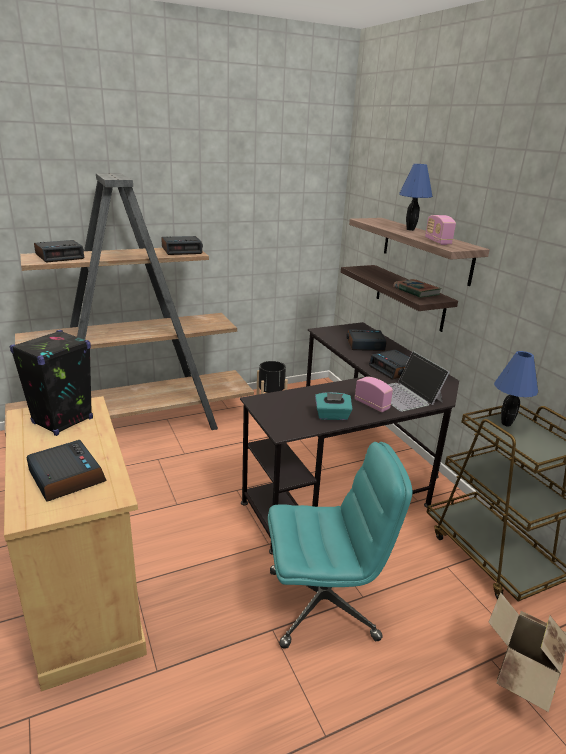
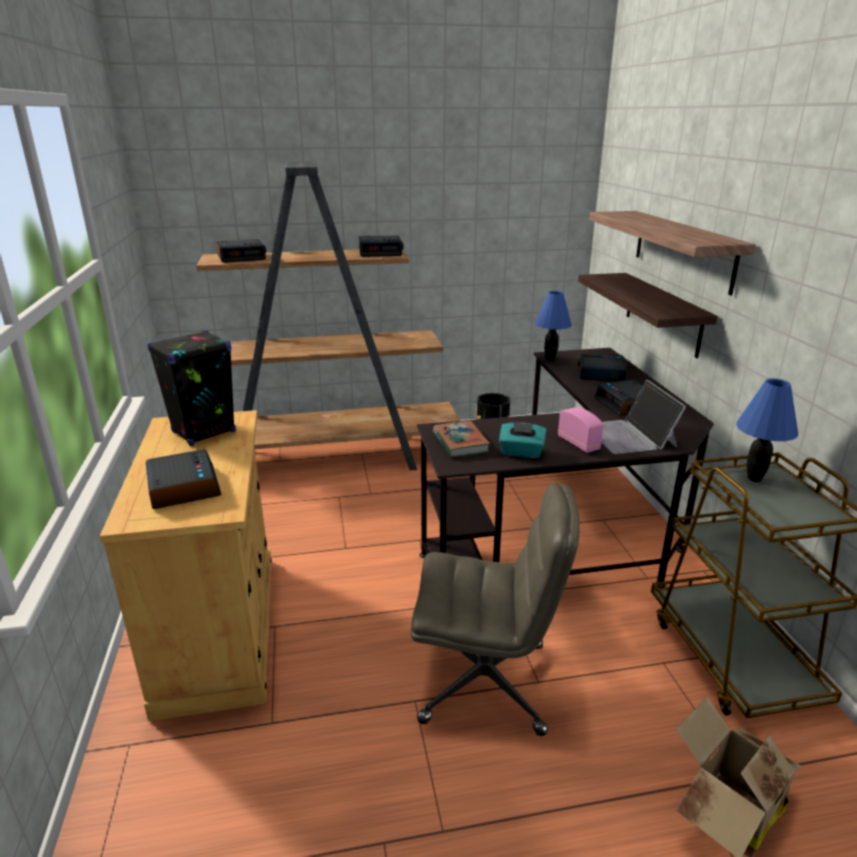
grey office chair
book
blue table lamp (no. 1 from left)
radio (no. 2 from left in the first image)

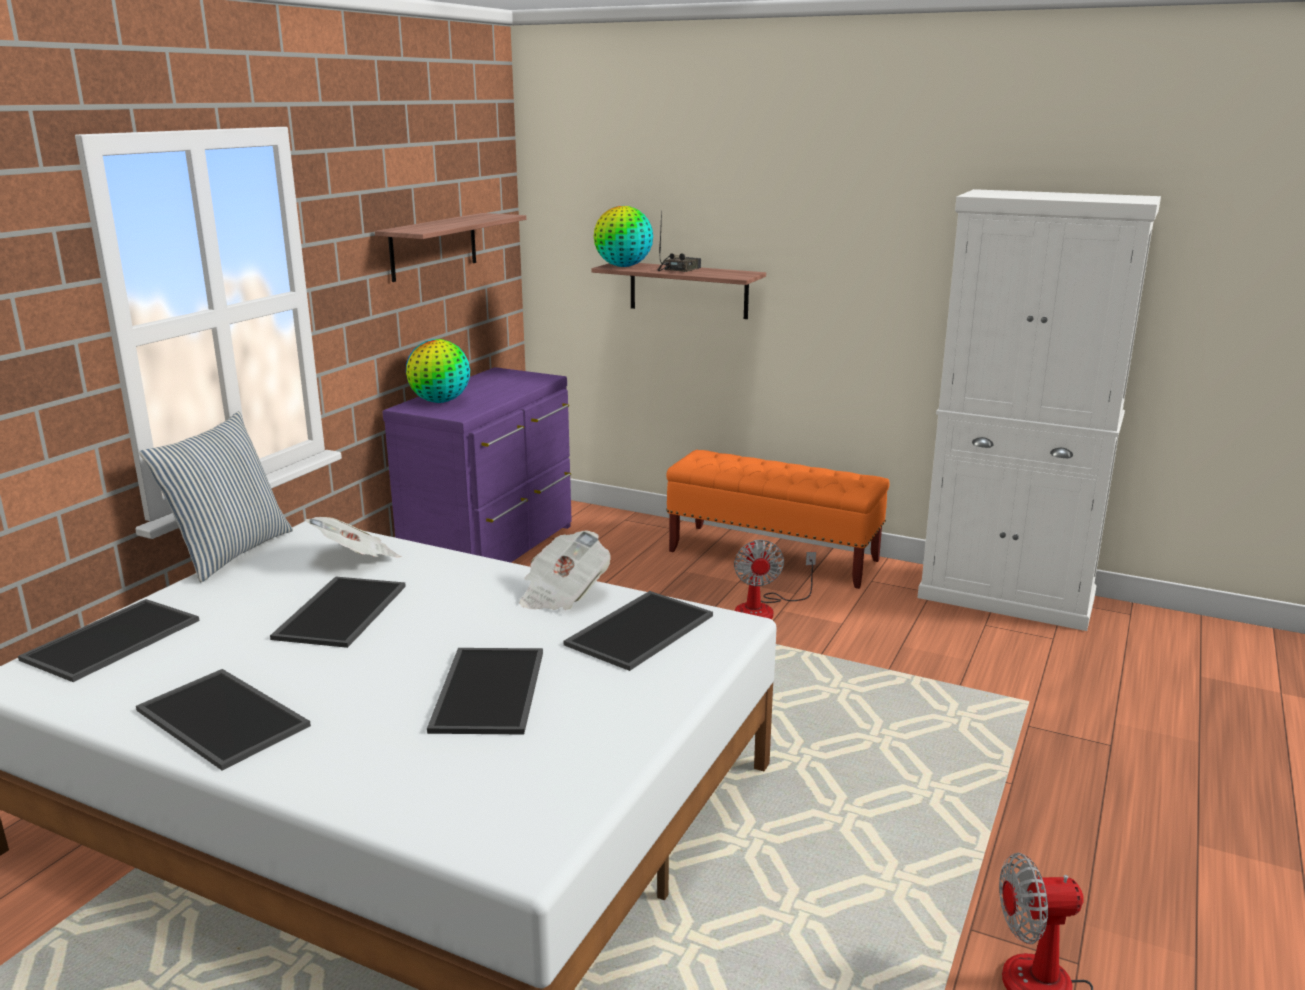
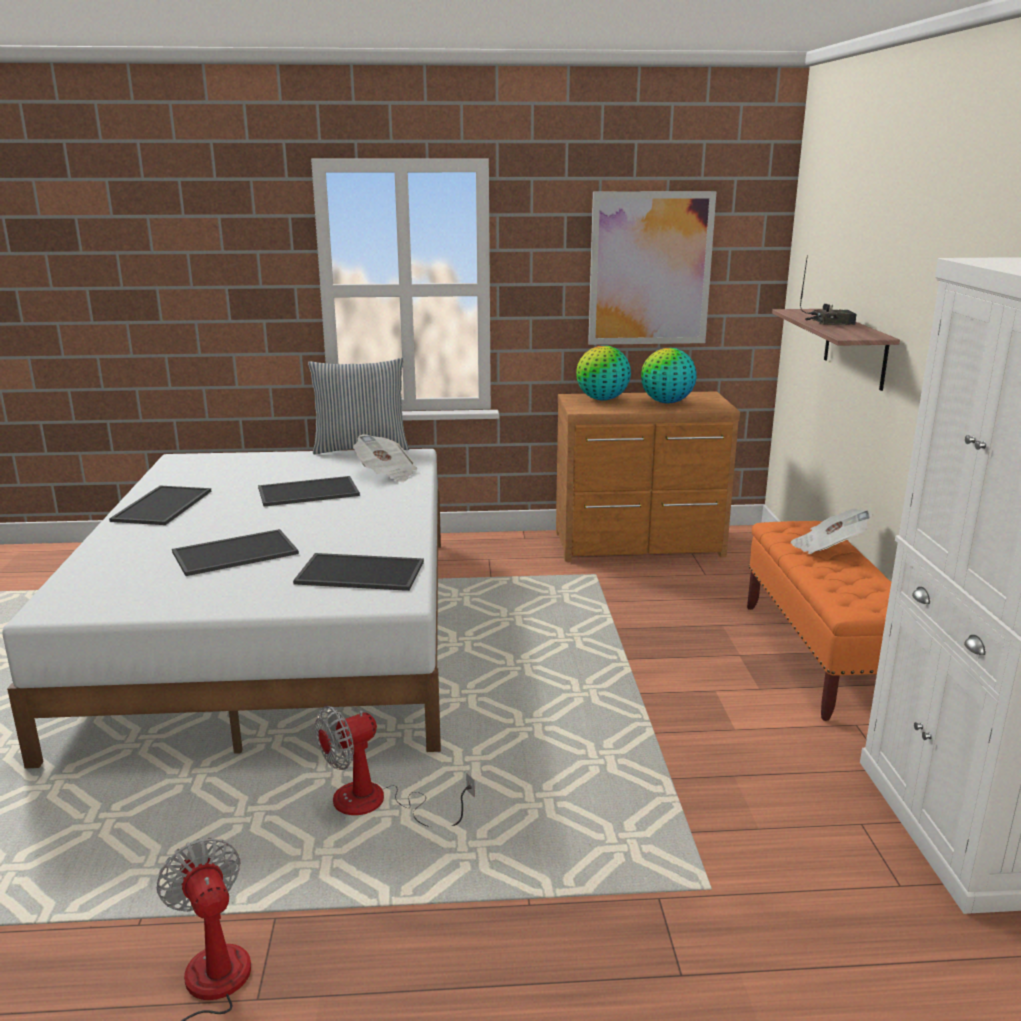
fan (no. 2 from left)
brown dresser
picture
globe (no. 2 from left)
newspaper (no. 2 from left)
tray (no. 1 from left in the first image)

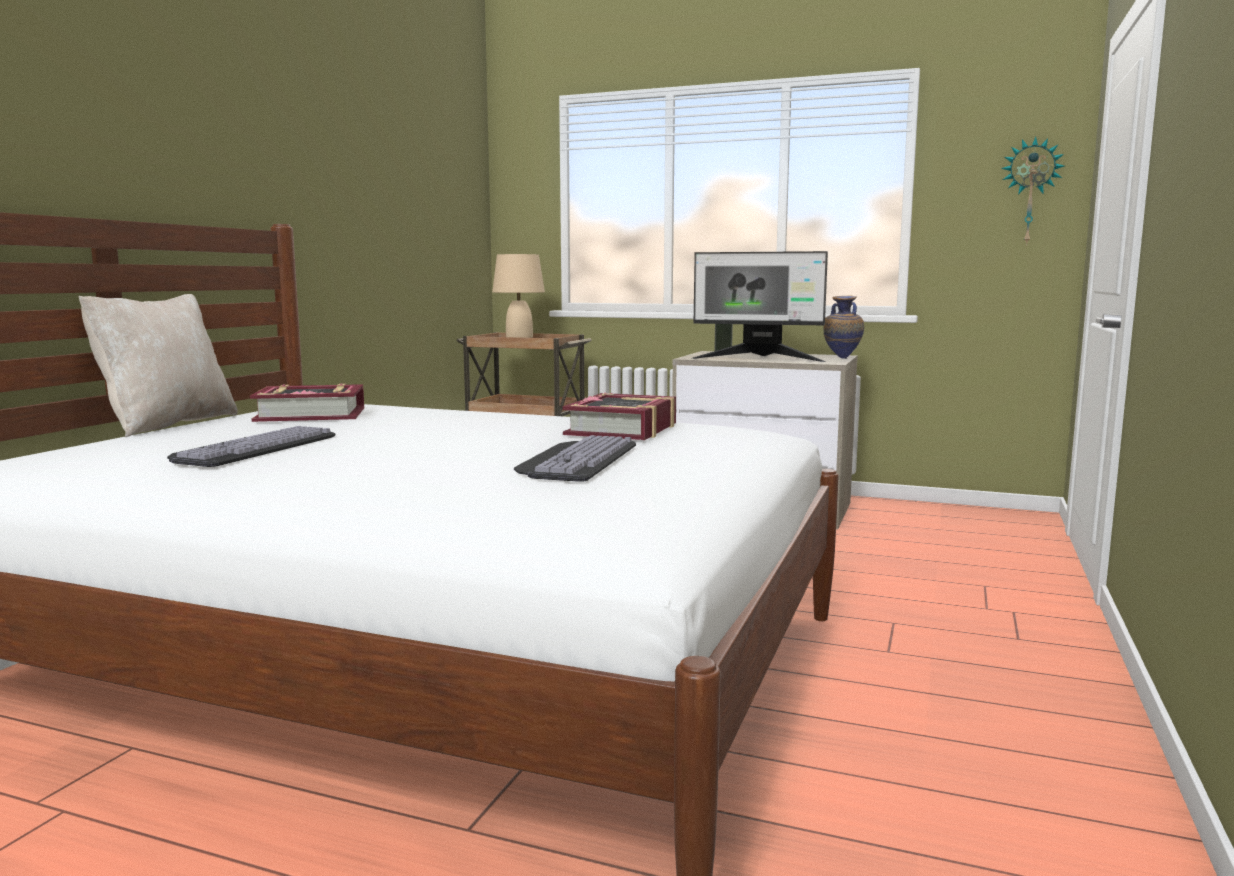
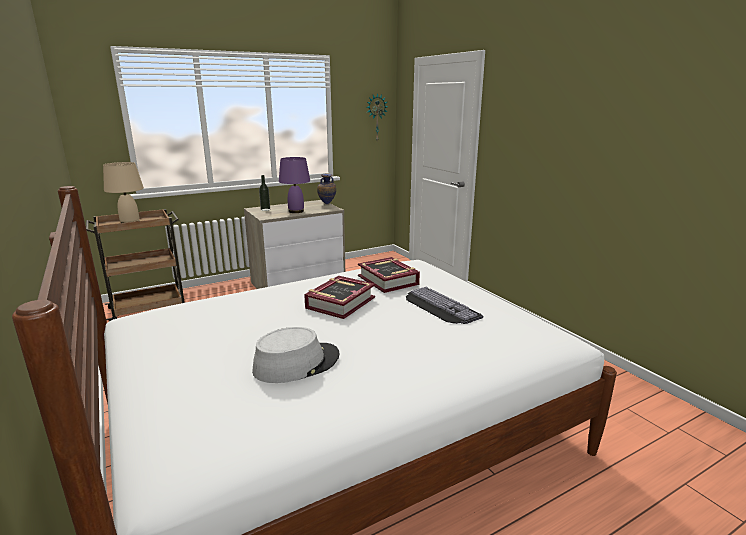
grey hat
purple table lamp
book (no. 1 from left)
beige pillow

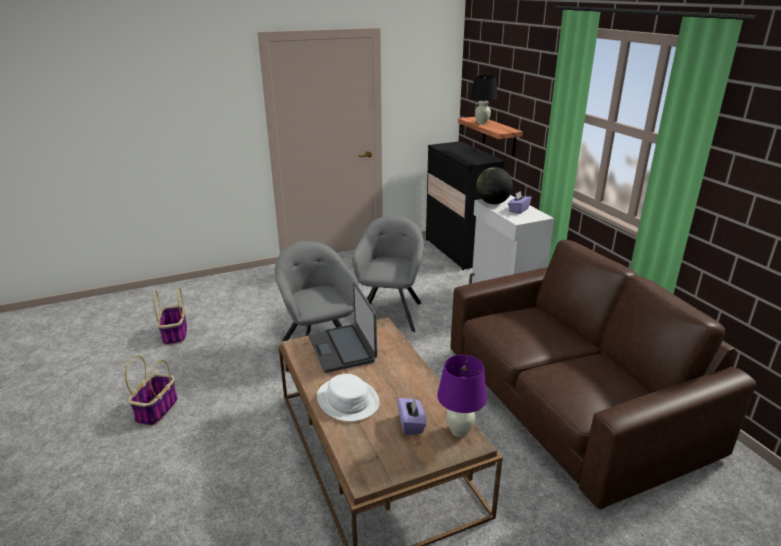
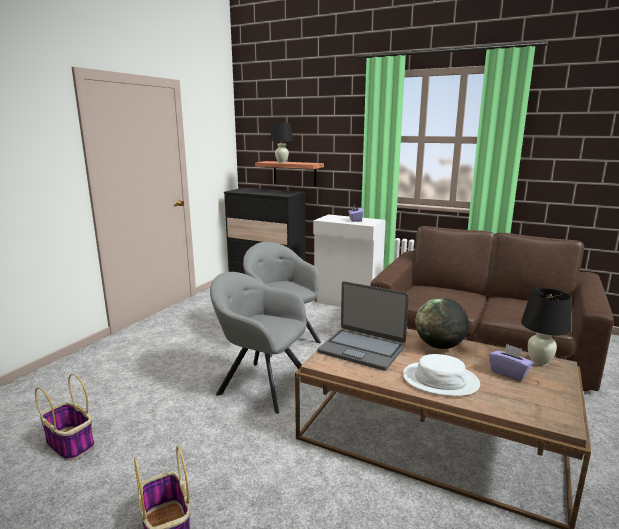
globe
black table lamp (no. 2 from left)

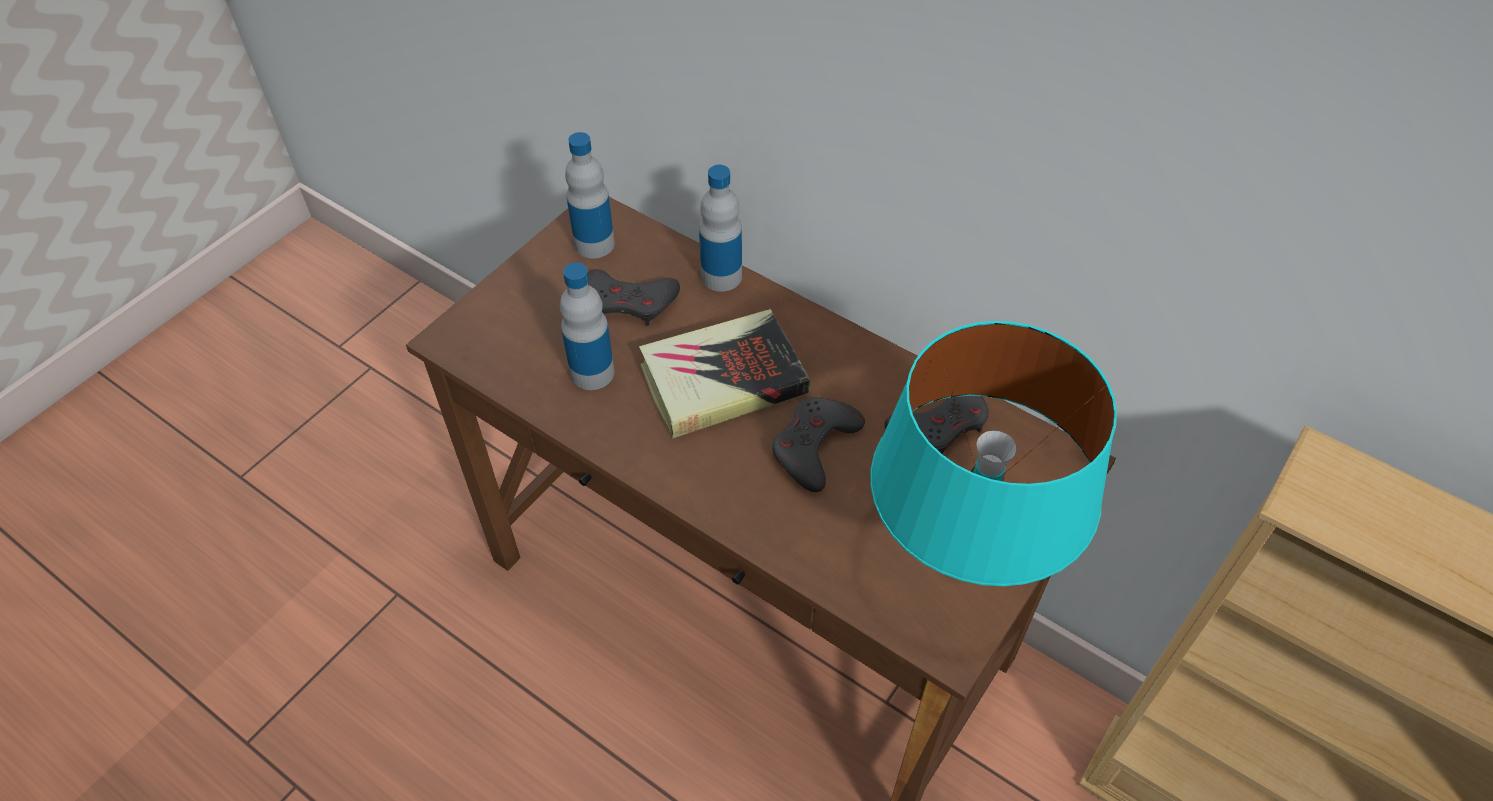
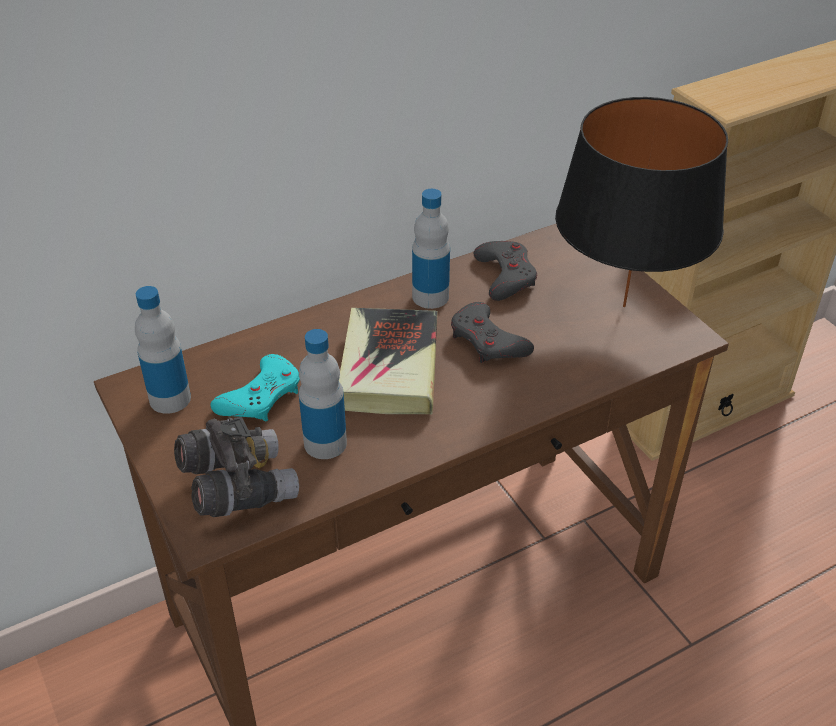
grey binoculars
turquoise game controller
bottle (no. 3 from left)
black table lamp

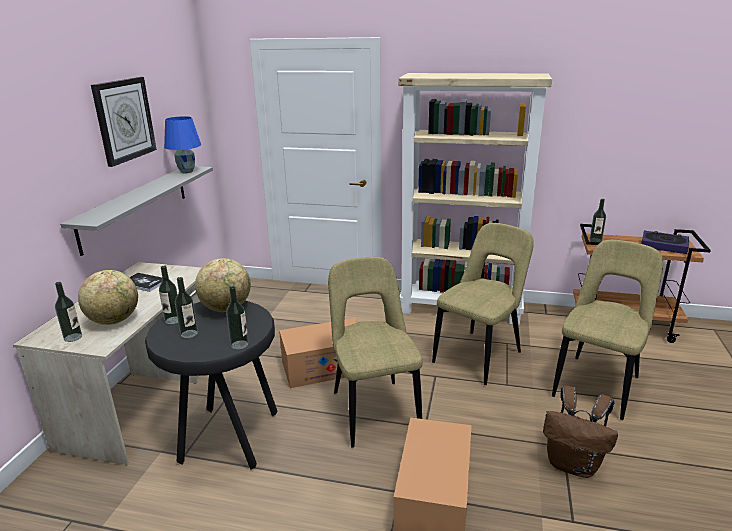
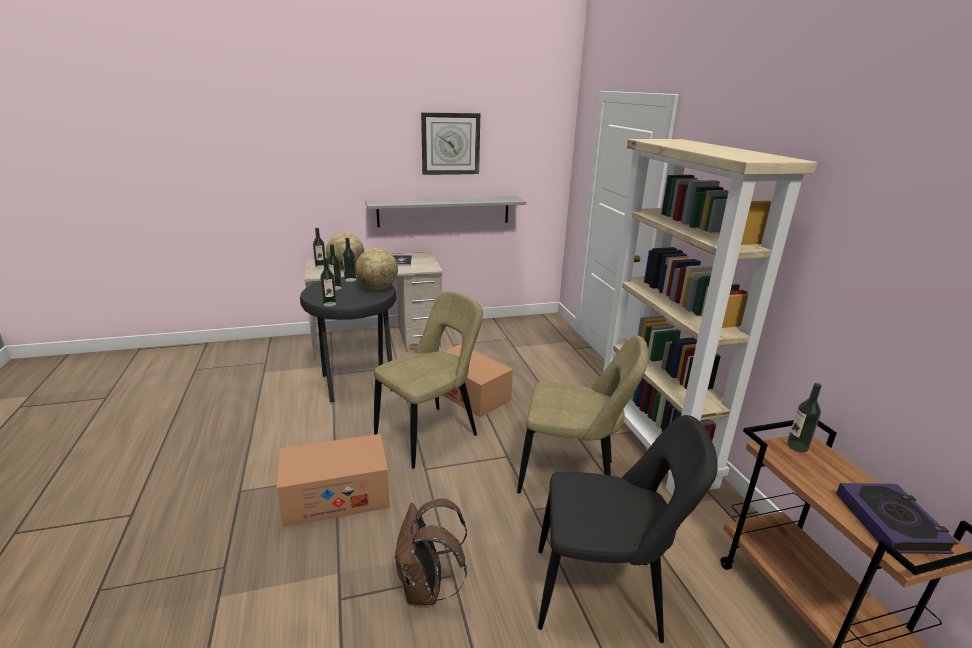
black chair
blue table lamp

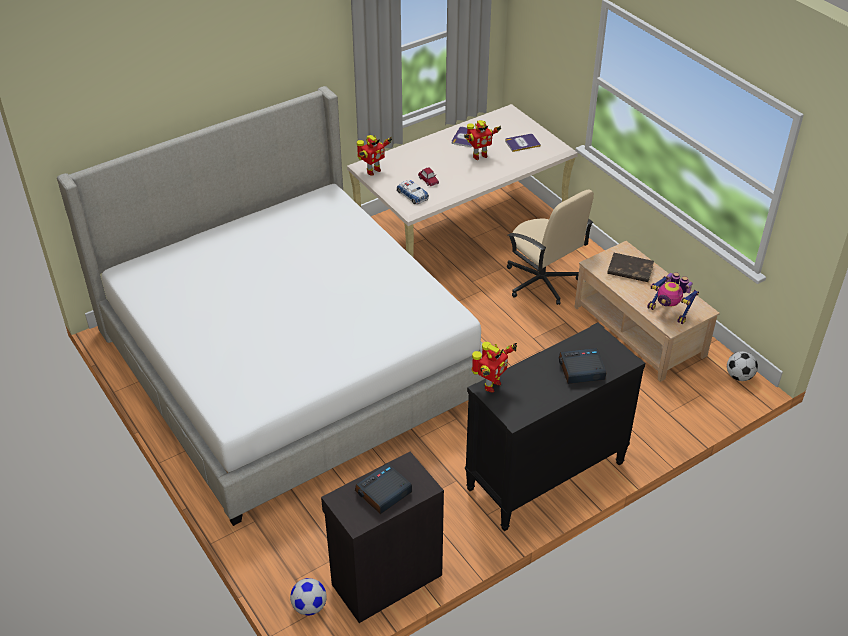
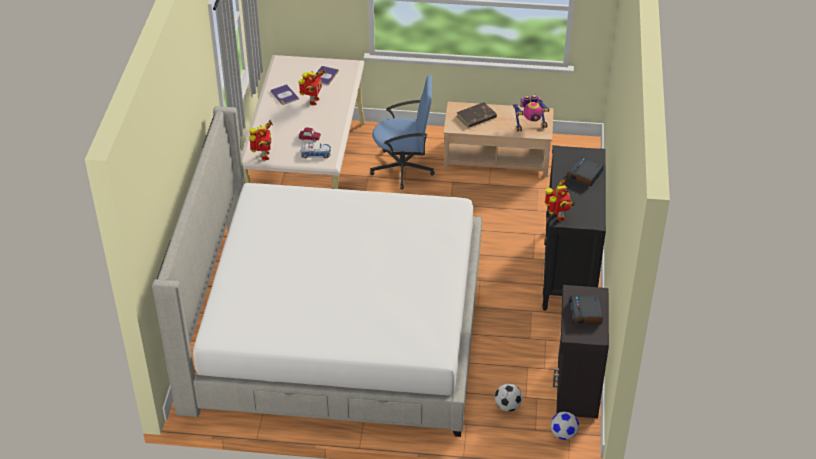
blue office chair
football (no. 1 from left)

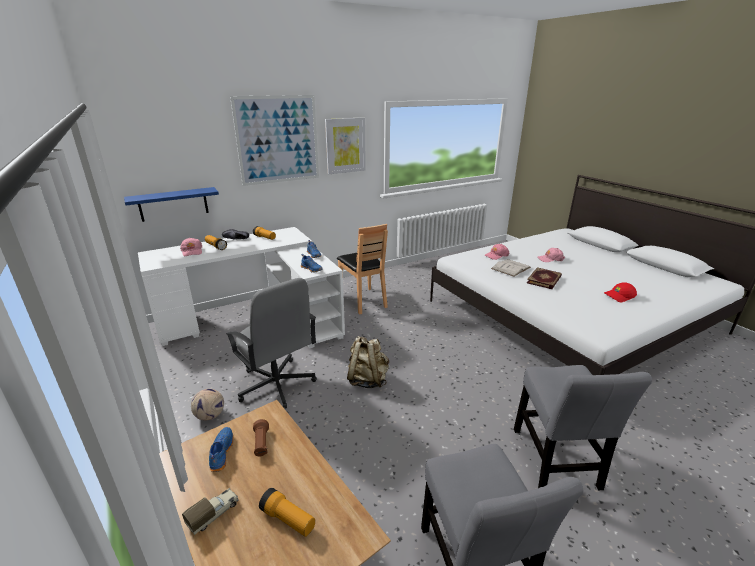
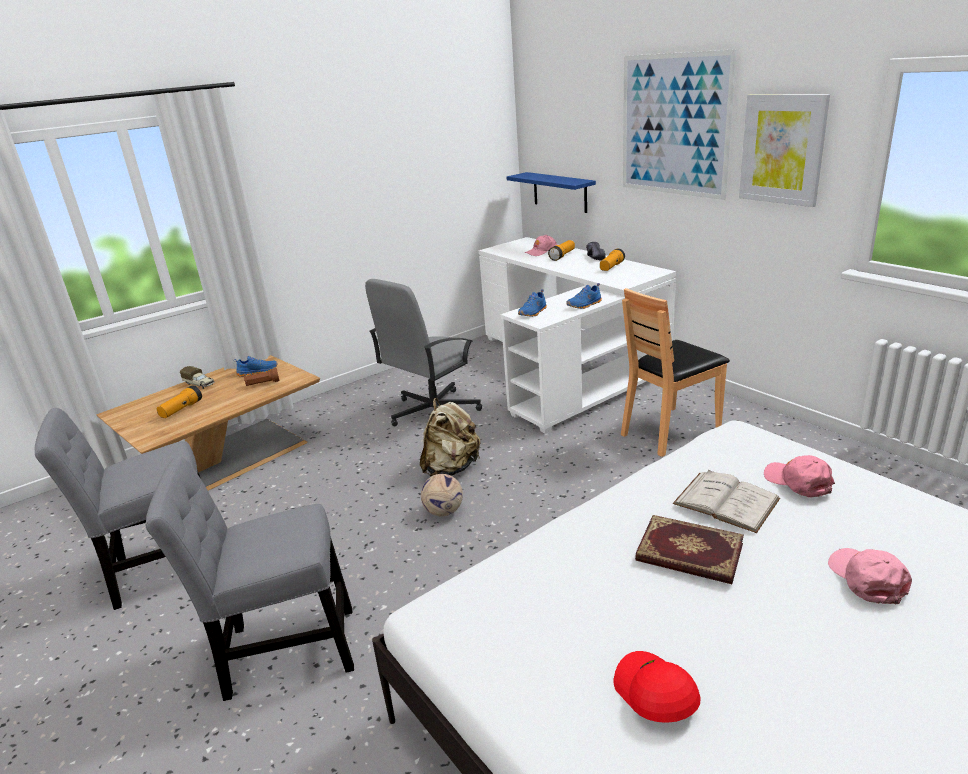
football

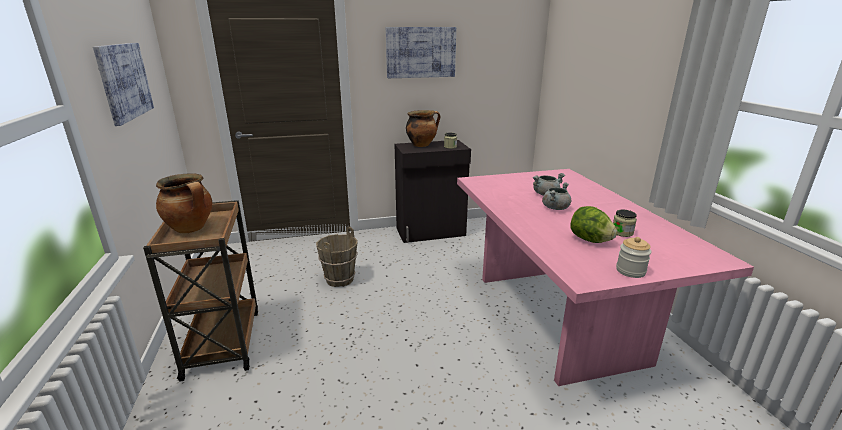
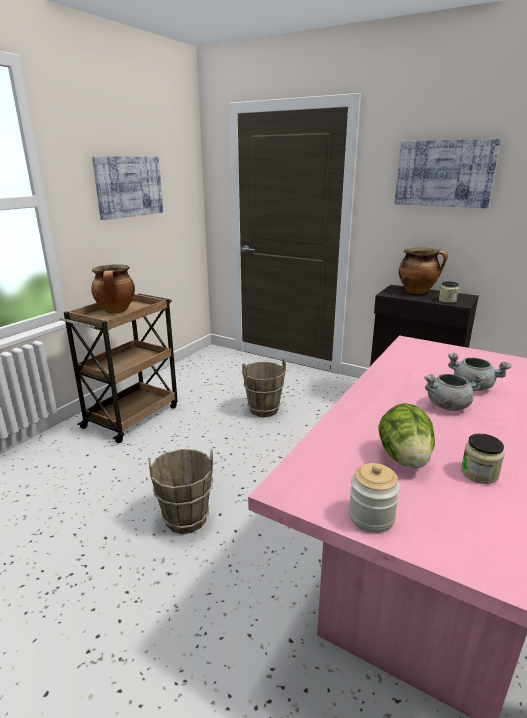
brown bucket (no. 1 from left)

